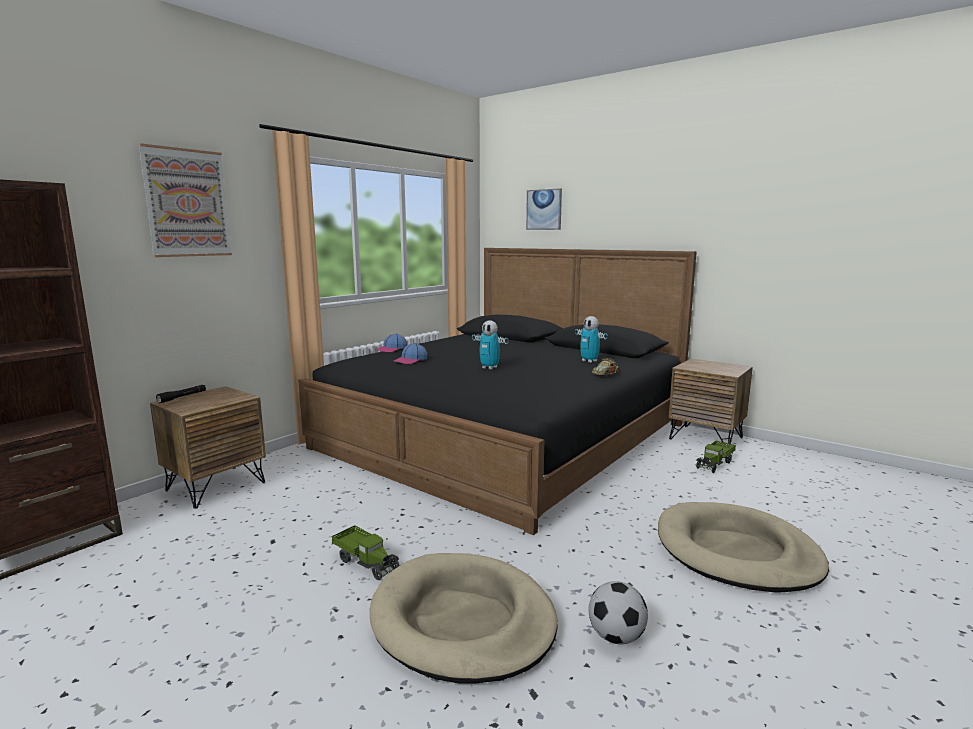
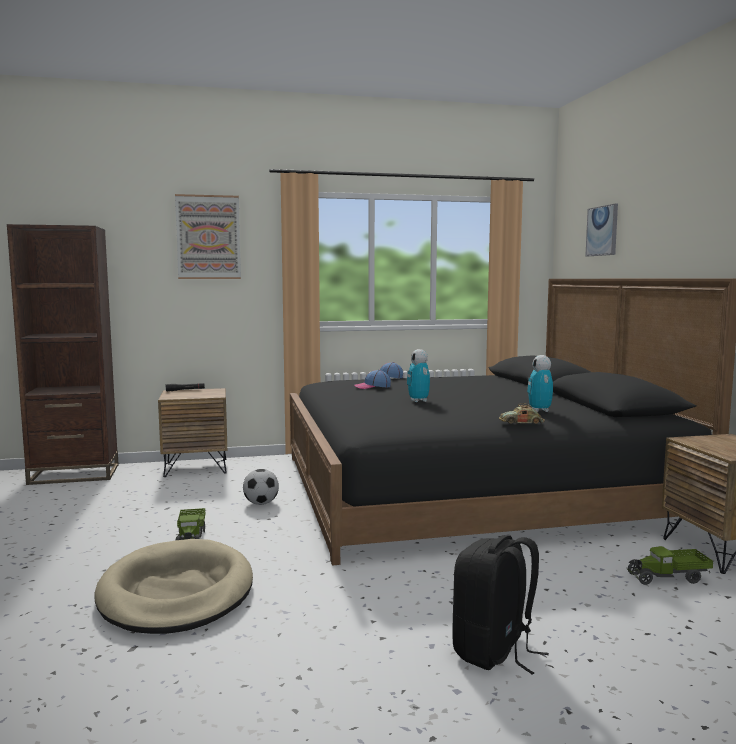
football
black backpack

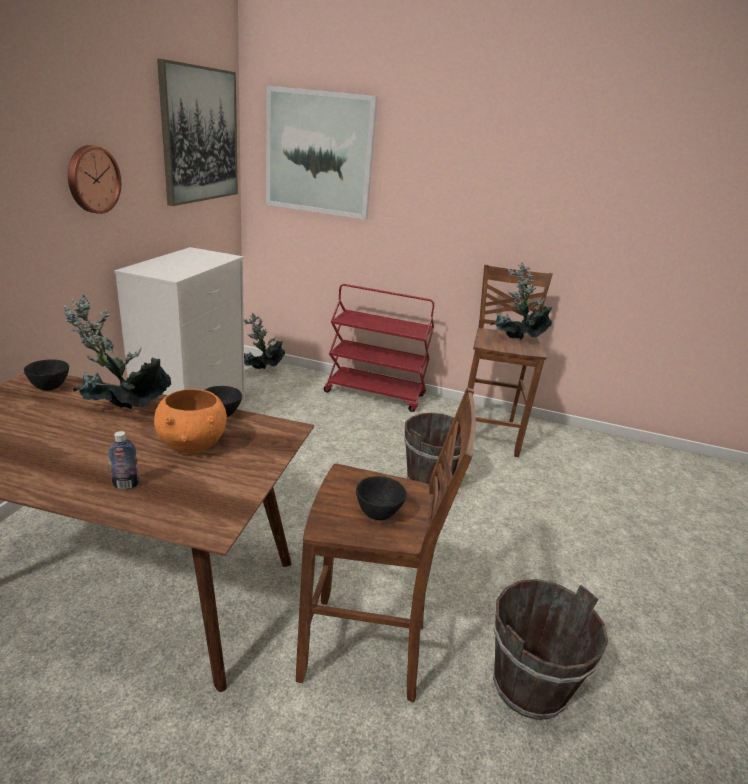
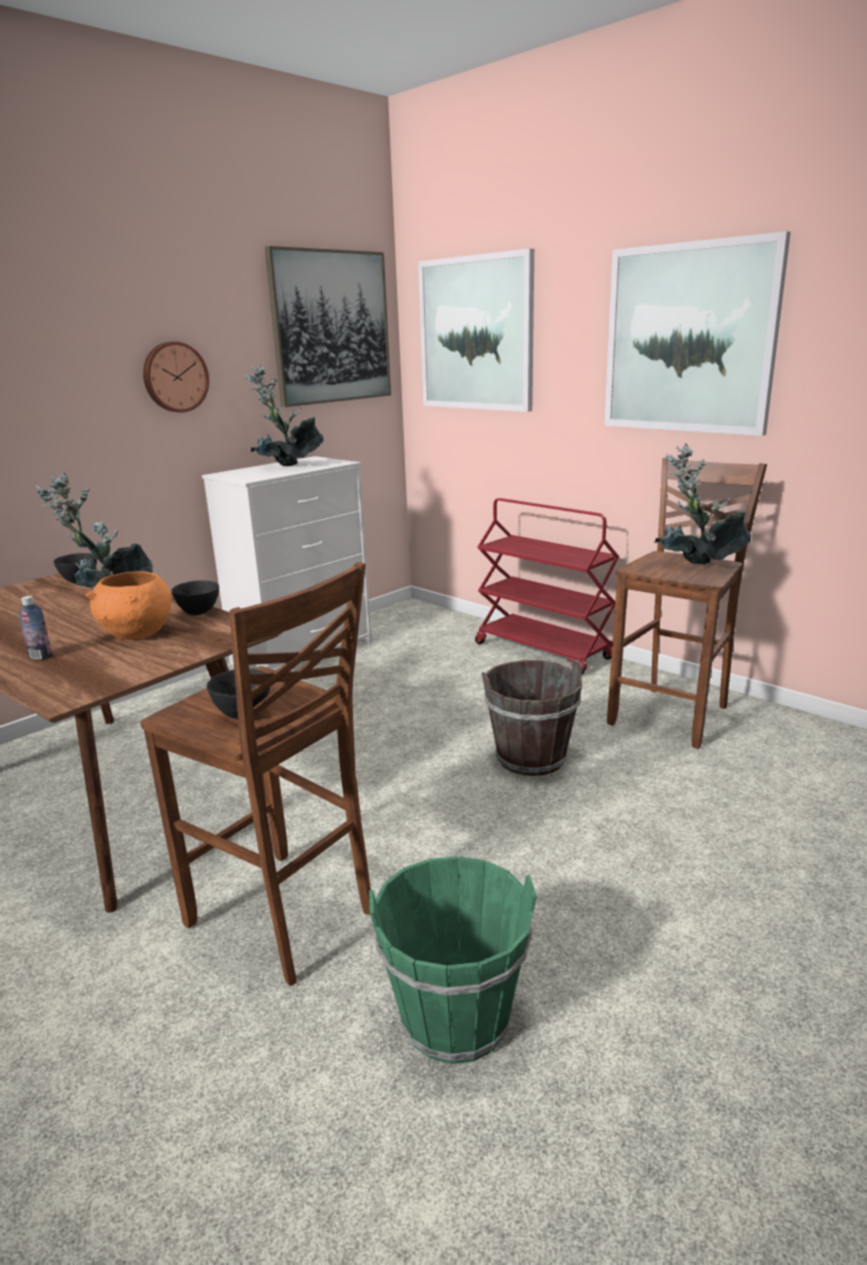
potted plant (no. 2 from left)
green bucket
picture (no. 3 from left)

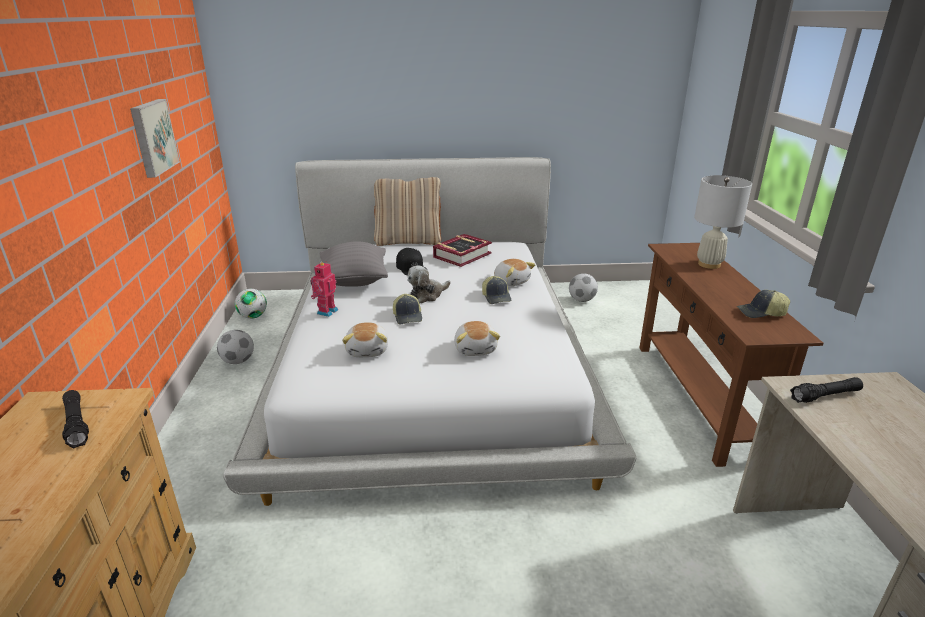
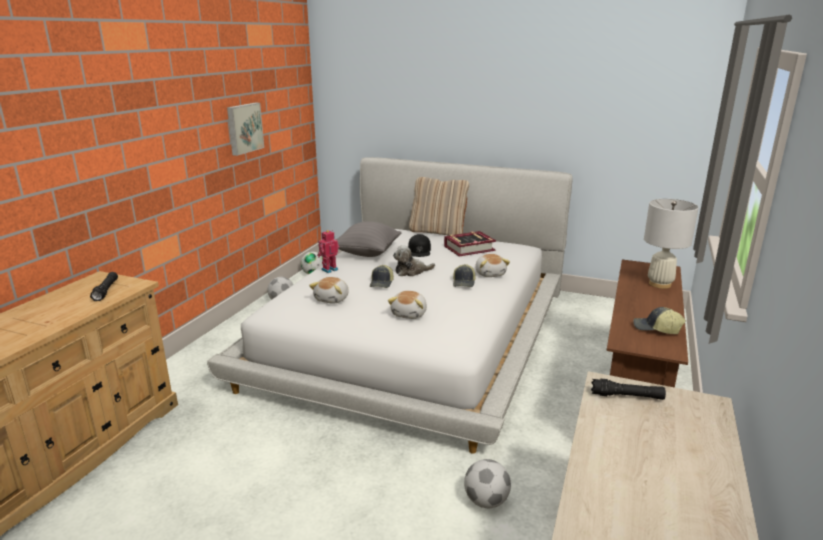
football (no. 3 from left)

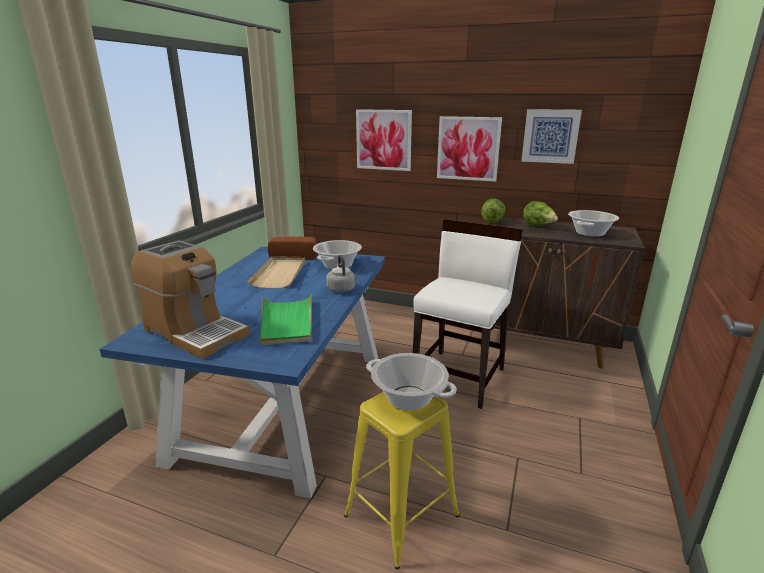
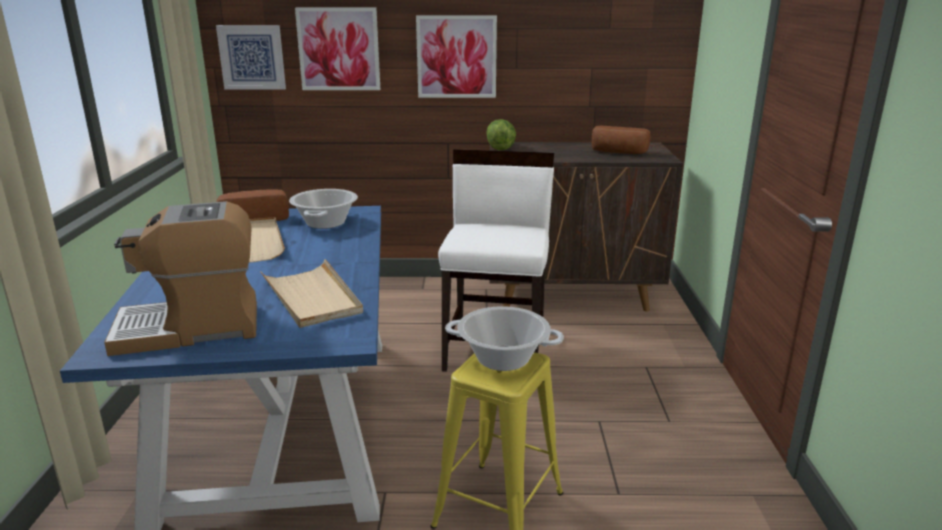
coffee machine
picture (no. 1 from left)
beige tray (no. 2 from left)
bread (no. 2 from left)
grey kettle
lettuce (no. 2 from left in the first image)

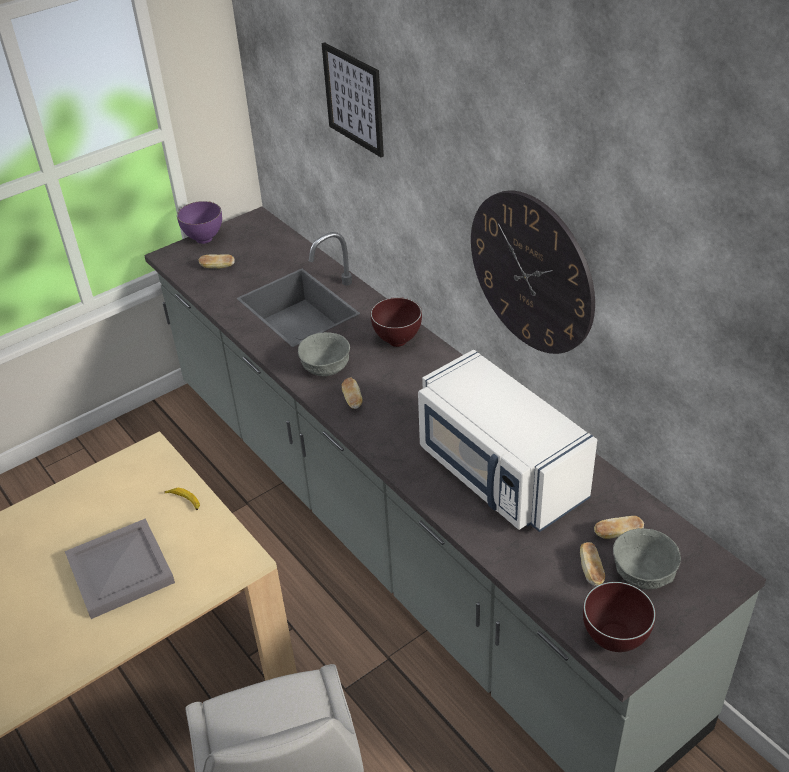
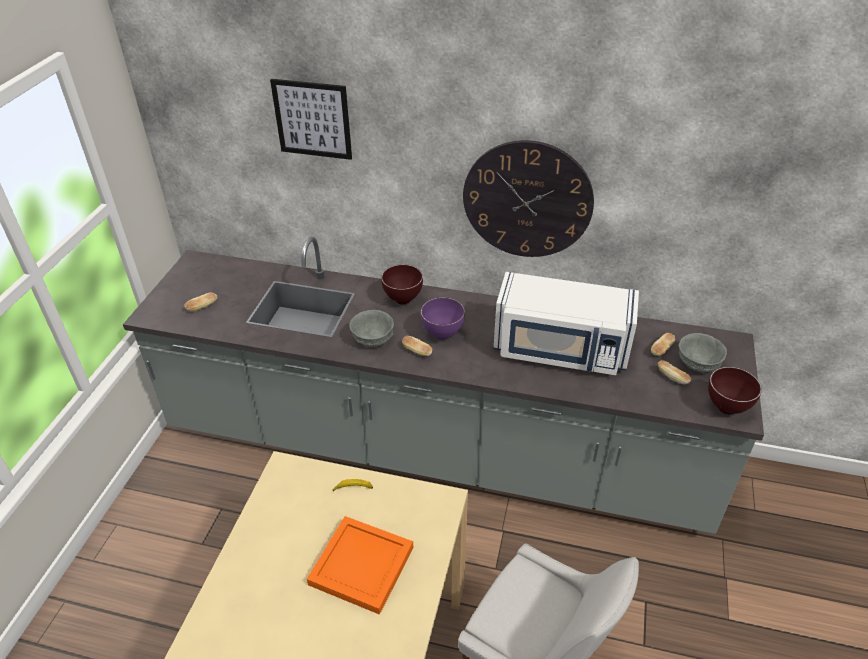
orange tray
purple bowl

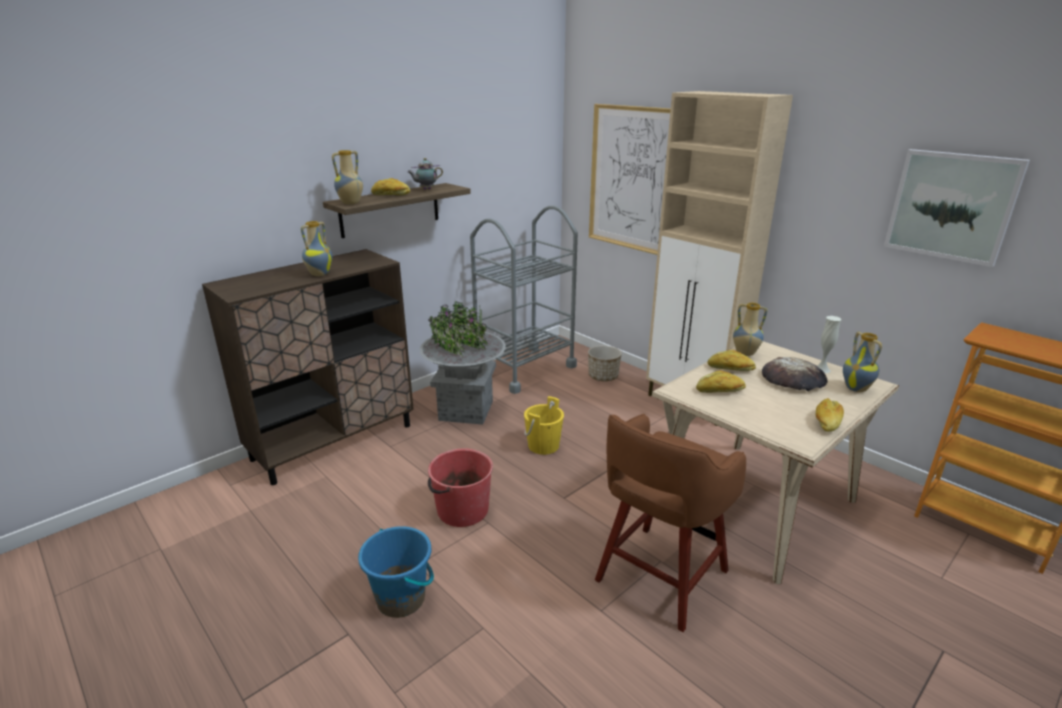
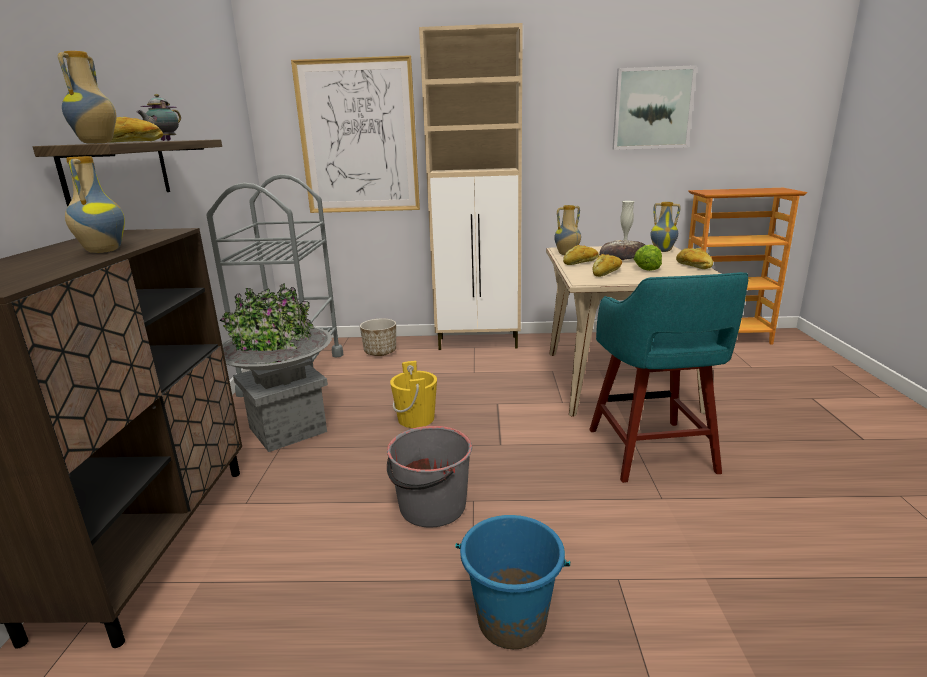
grey bucket
turquoise stool
lettuce

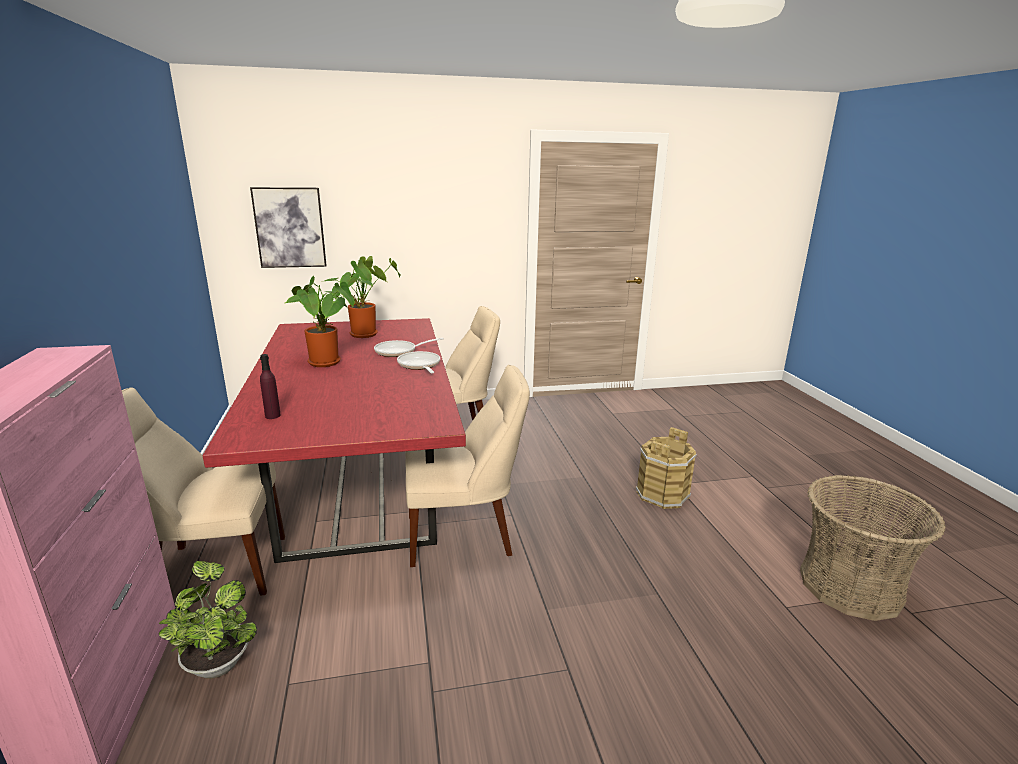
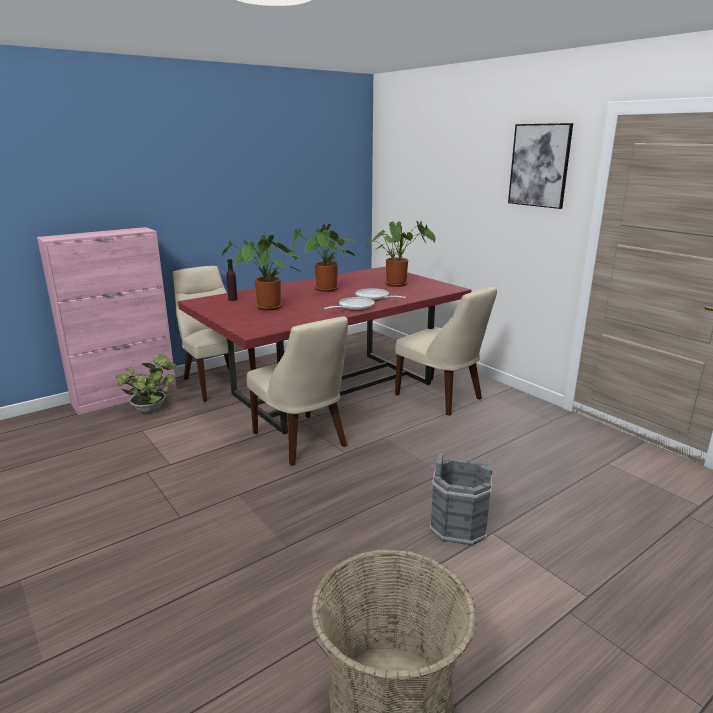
potted plant (no. 2 from left)
grey bucket
picture

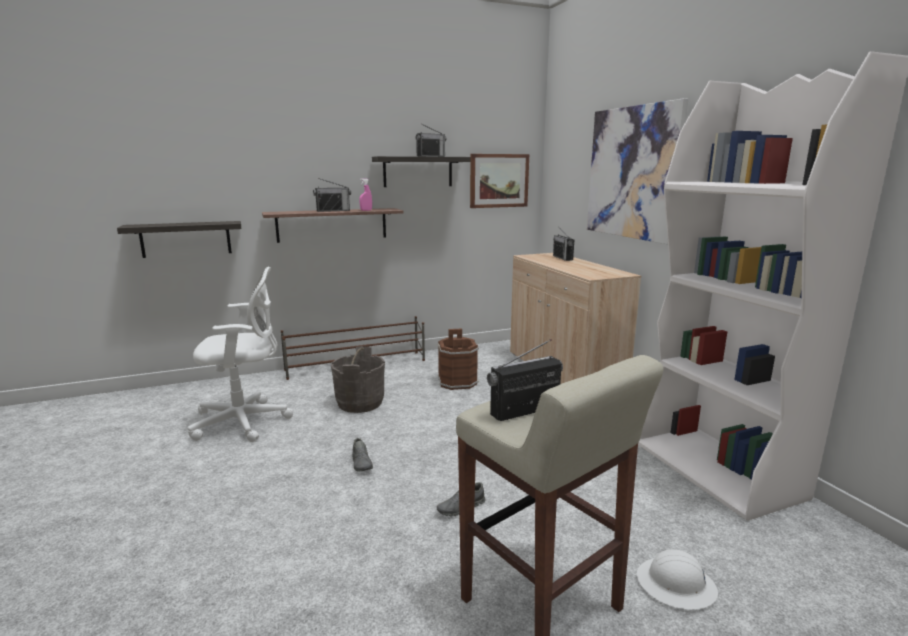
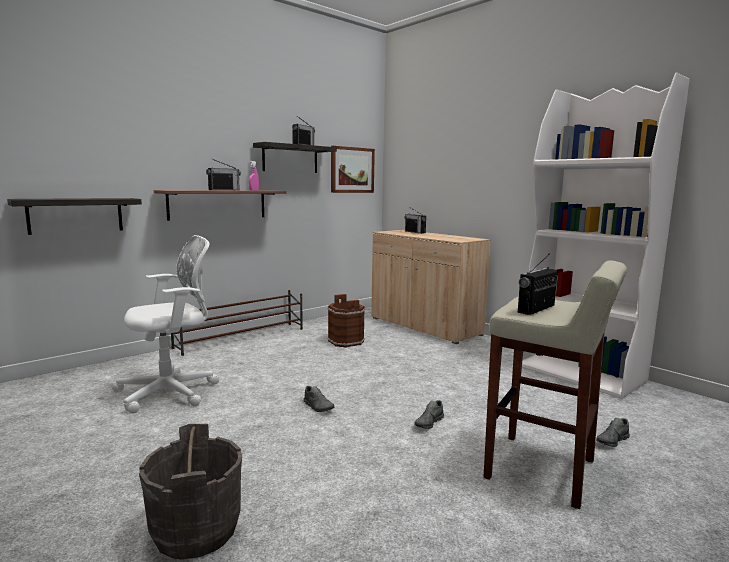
grey bucket
grey shoe (no. 3 from left)
picture (no. 2 from left in the first image)

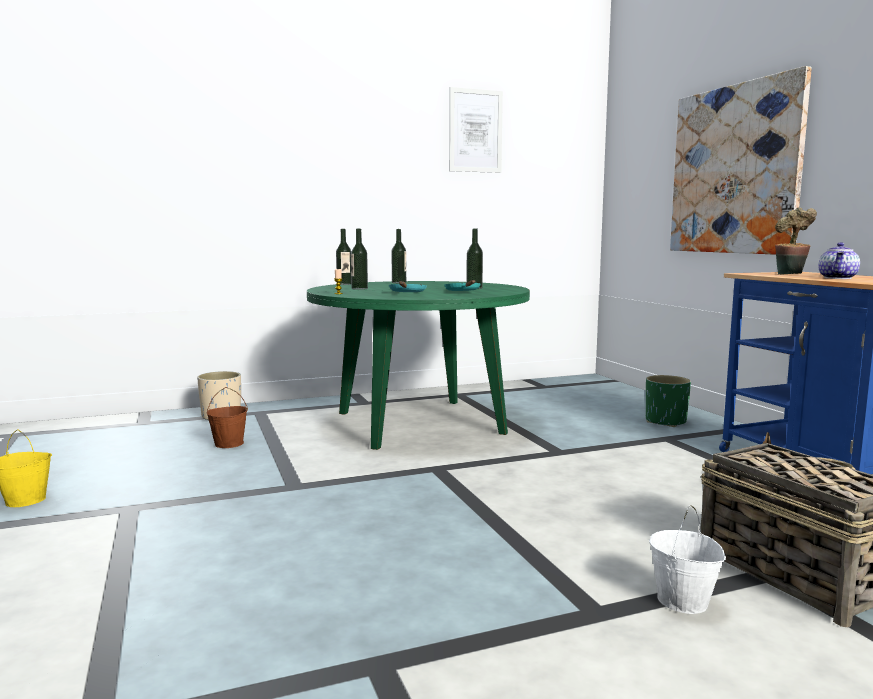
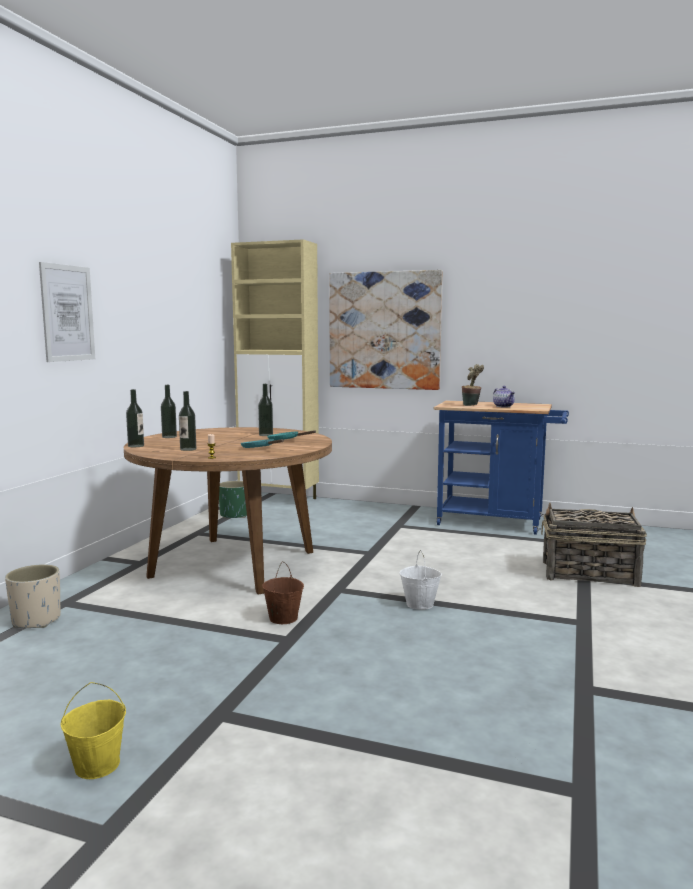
picture (no. 1 from left)
brown dining table
green planter
beige cabinet
brown bucket
white bucket

